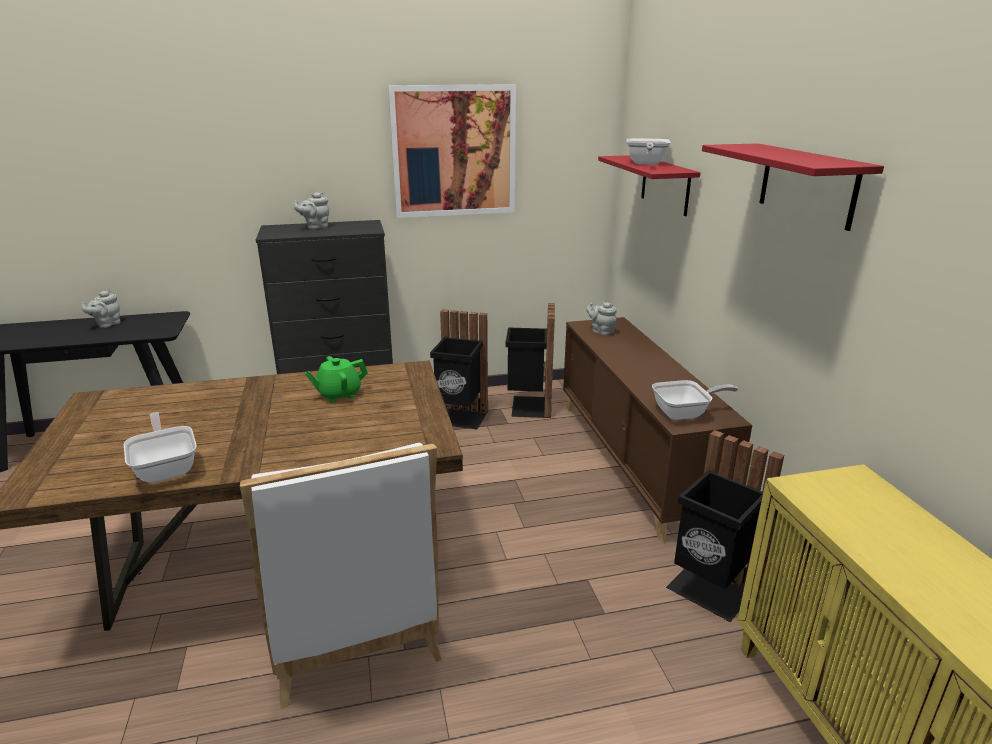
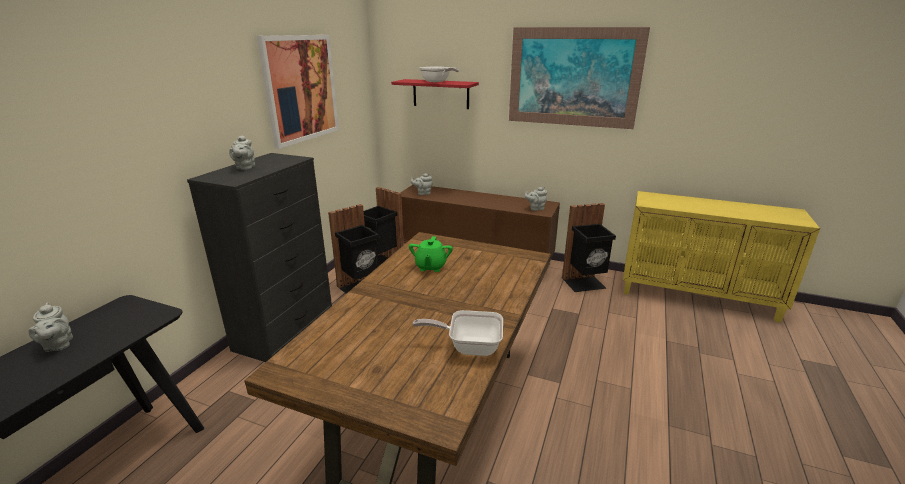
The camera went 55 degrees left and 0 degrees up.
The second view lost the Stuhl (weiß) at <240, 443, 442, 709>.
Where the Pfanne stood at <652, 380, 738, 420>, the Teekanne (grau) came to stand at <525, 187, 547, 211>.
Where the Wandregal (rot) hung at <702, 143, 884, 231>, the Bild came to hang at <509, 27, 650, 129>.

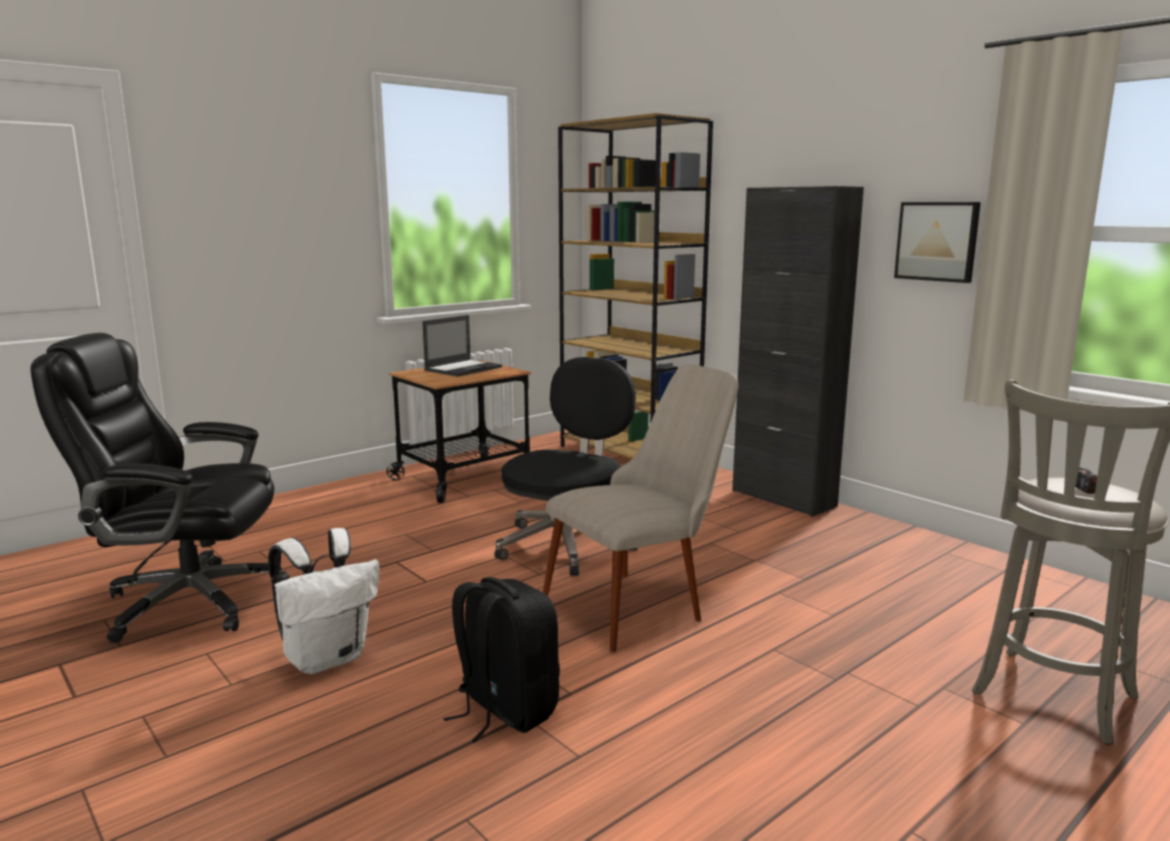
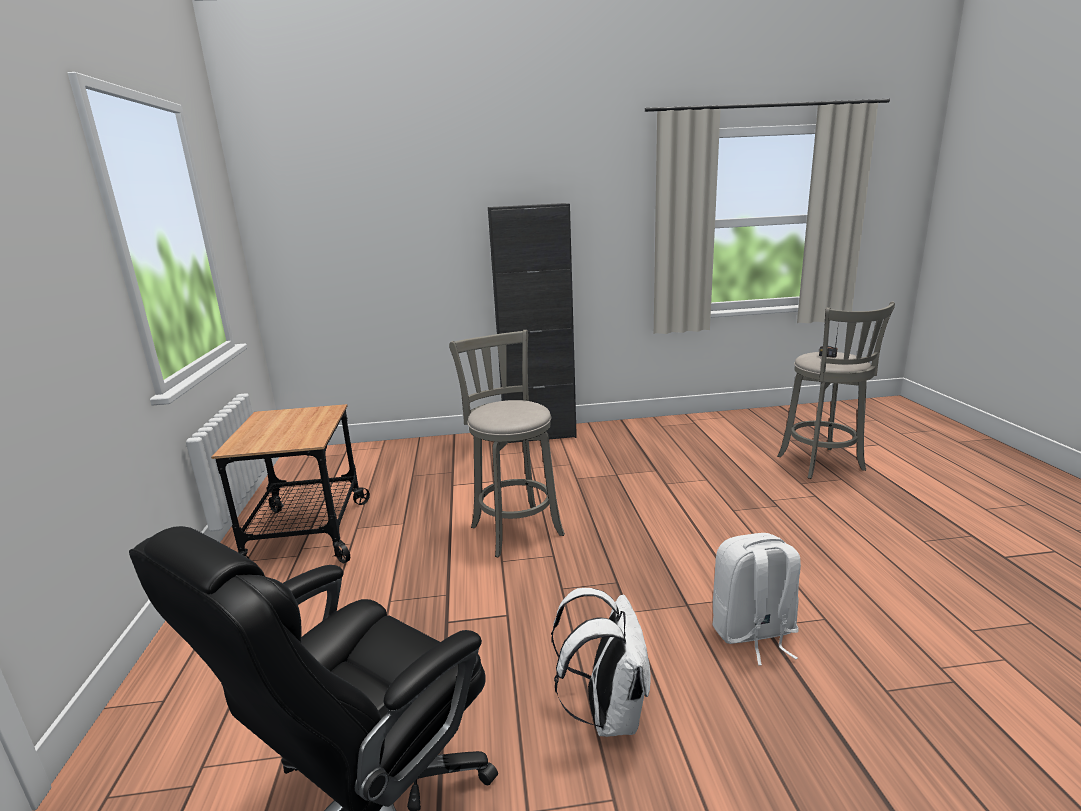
The camera went 55 degrees left and 5 degrees up.
The second view lost the Laptop at <422, 315, 502, 377>.
What was the Rucksack (schwarz) at <444, 577, 560, 743> turned into the Rucksack (weiß) at <713, 533, 801, 666>.
Where the Bürostuhl (schwarz) stood at <494, 357, 637, 576>, the Hocker (grau) came to stand at <449, 330, 565, 558>.
The second view lost the Stuhl (beige) at <543, 364, 738, 652>.
The second view lost the Bücherregal (braun) at <558, 113, 713, 459>.
The second view lost the Bild at <894, 202, 981, 283>.

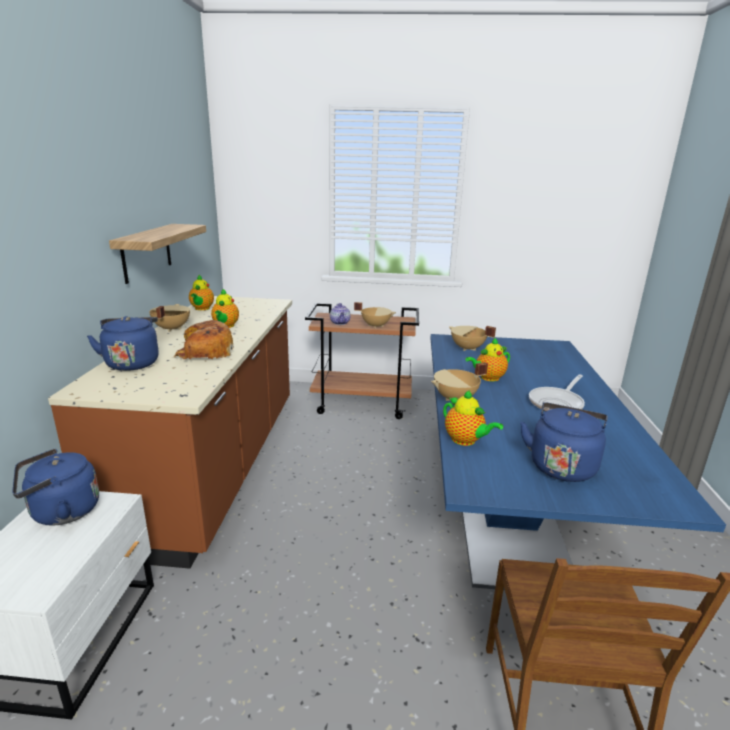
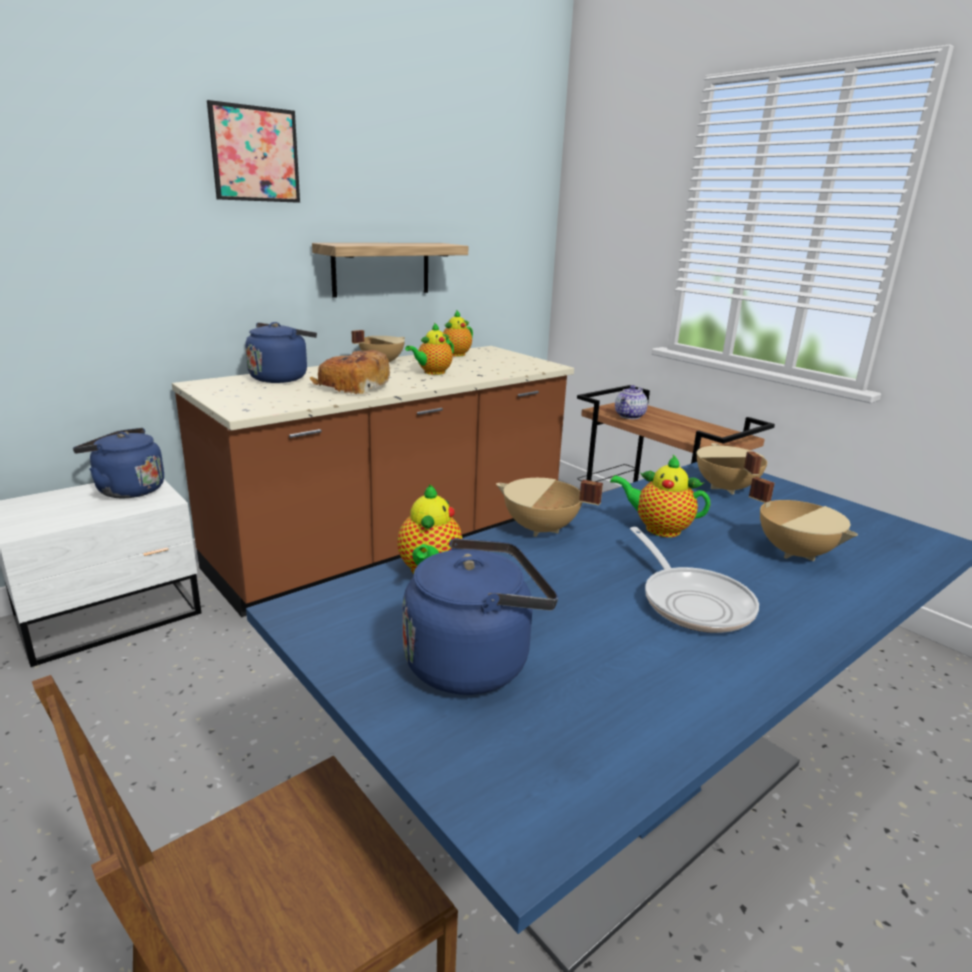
The camera went 45 degrees right and 0 degrees up.
The Kochtopf (beige) ended up elsewhere, having gone from <354, 302, 396, 328> to <749, 477, 858, 561>.
The Pfanne at <529, 374, 585, 411> ended up facing another way, 105 degrees counterclockwise from before.
The second view gained the Bild at <207, 100, 300, 203>.

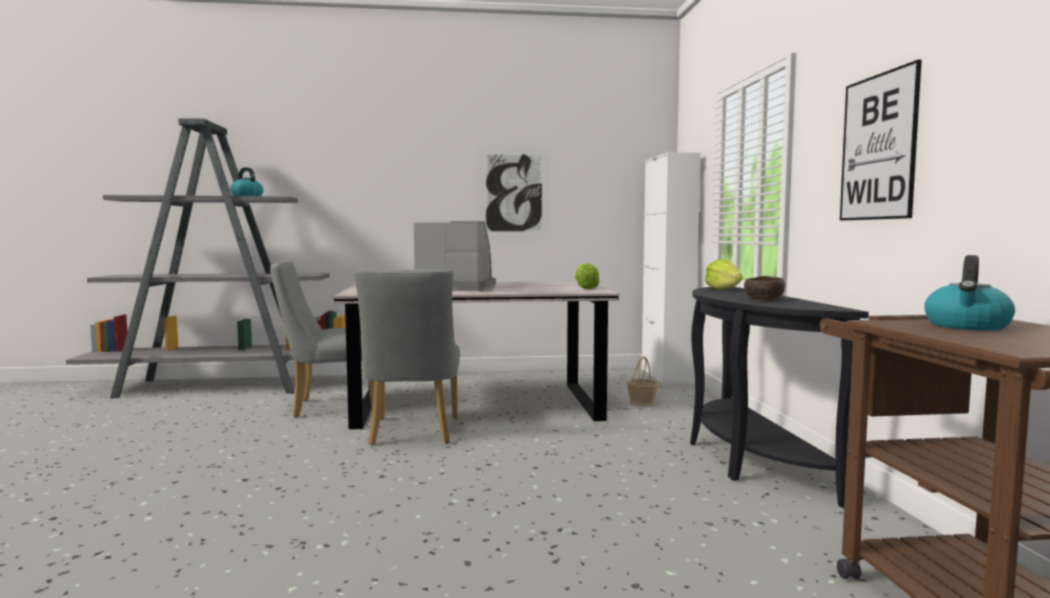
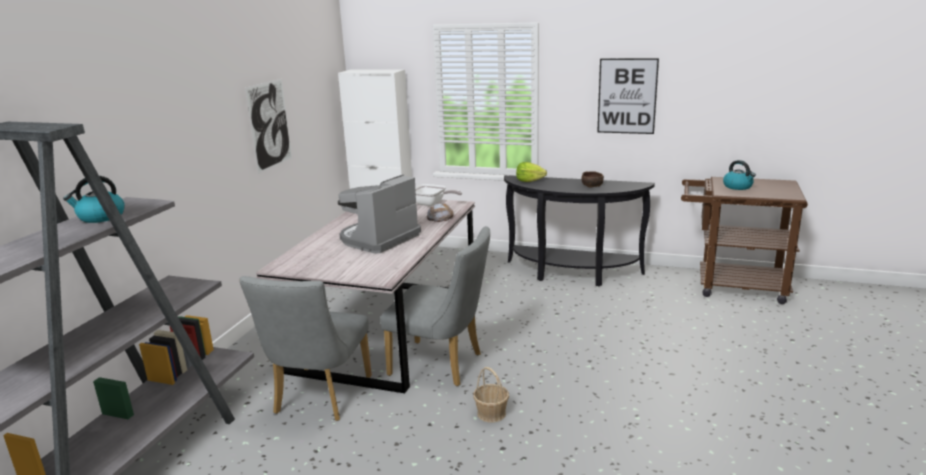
The camera went 65 degrees left and 15 degrees up.
Where the Salatkopf stood at <575, 263, 600, 290>, the Pfanne came to stand at <415, 184, 462, 206>.
The Korb ended up elsewhere, having gone from <626, 356, 659, 406> to <473, 367, 509, 423>.
The second view gained the Brot at <427, 203, 455, 222>.

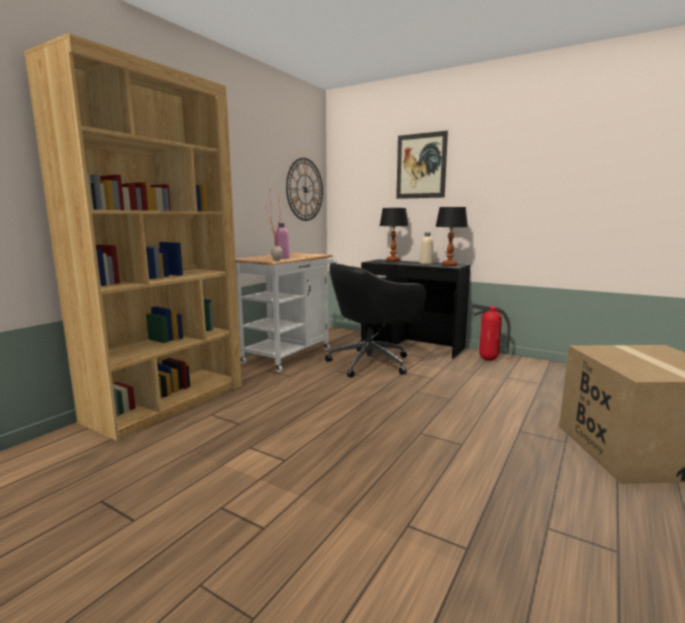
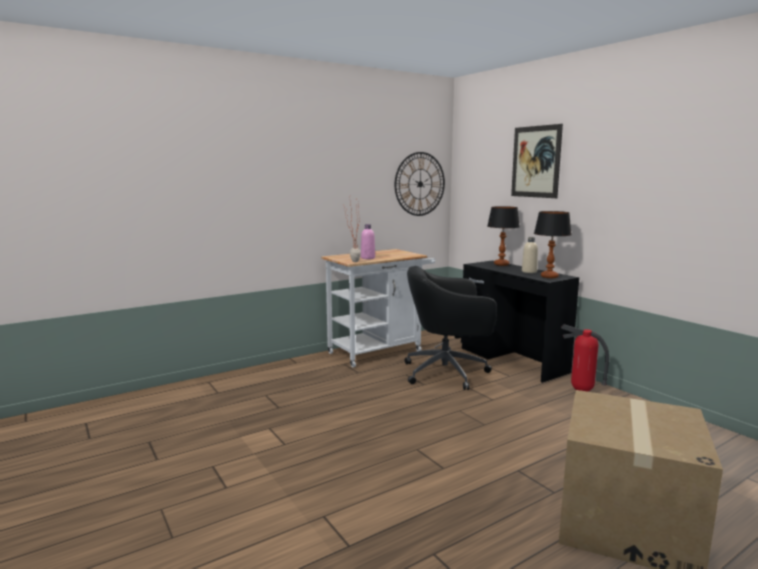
The camera went 25 degrees right and 0 degrees up.
The second view lost the Bücherregal (braun) at <24, 33, 242, 441>.

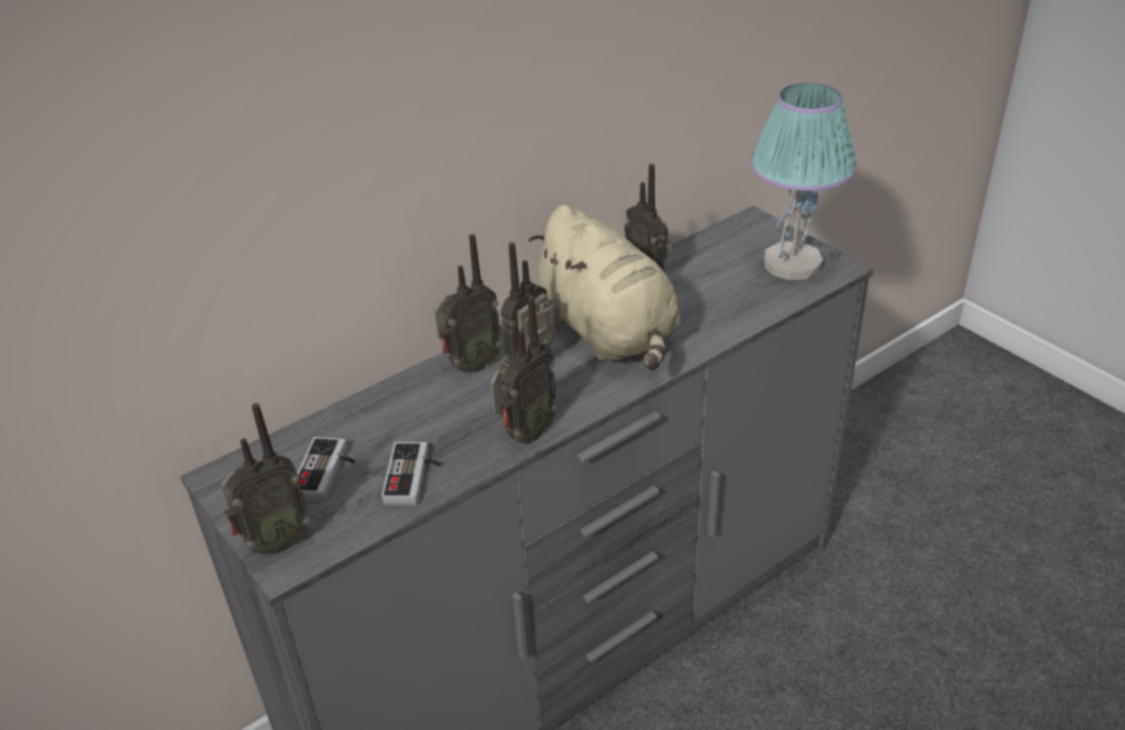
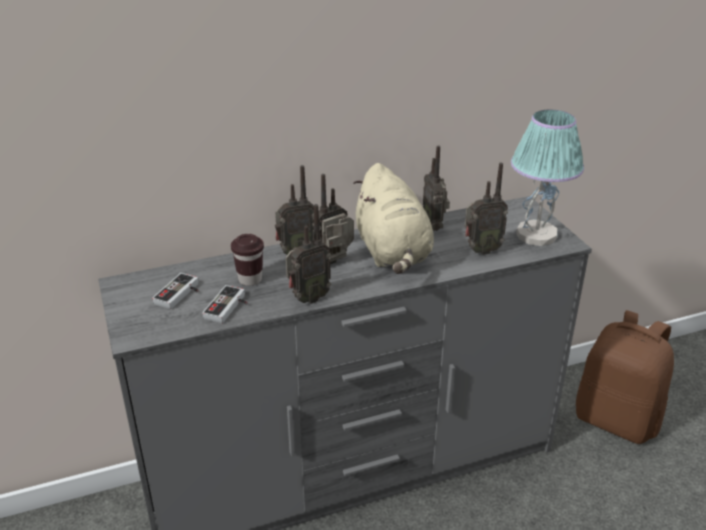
The camera went 15 degrees right and 5 degrees down.
The Radio ended up elsewhere, having gone from <221, 403, 311, 555> to <465, 163, 508, 255>.
The second view gained the Tasse (braun) at <231, 234, 264, 286>.
The second view gained the Rucksack (braun) at <576, 310, 674, 444>.

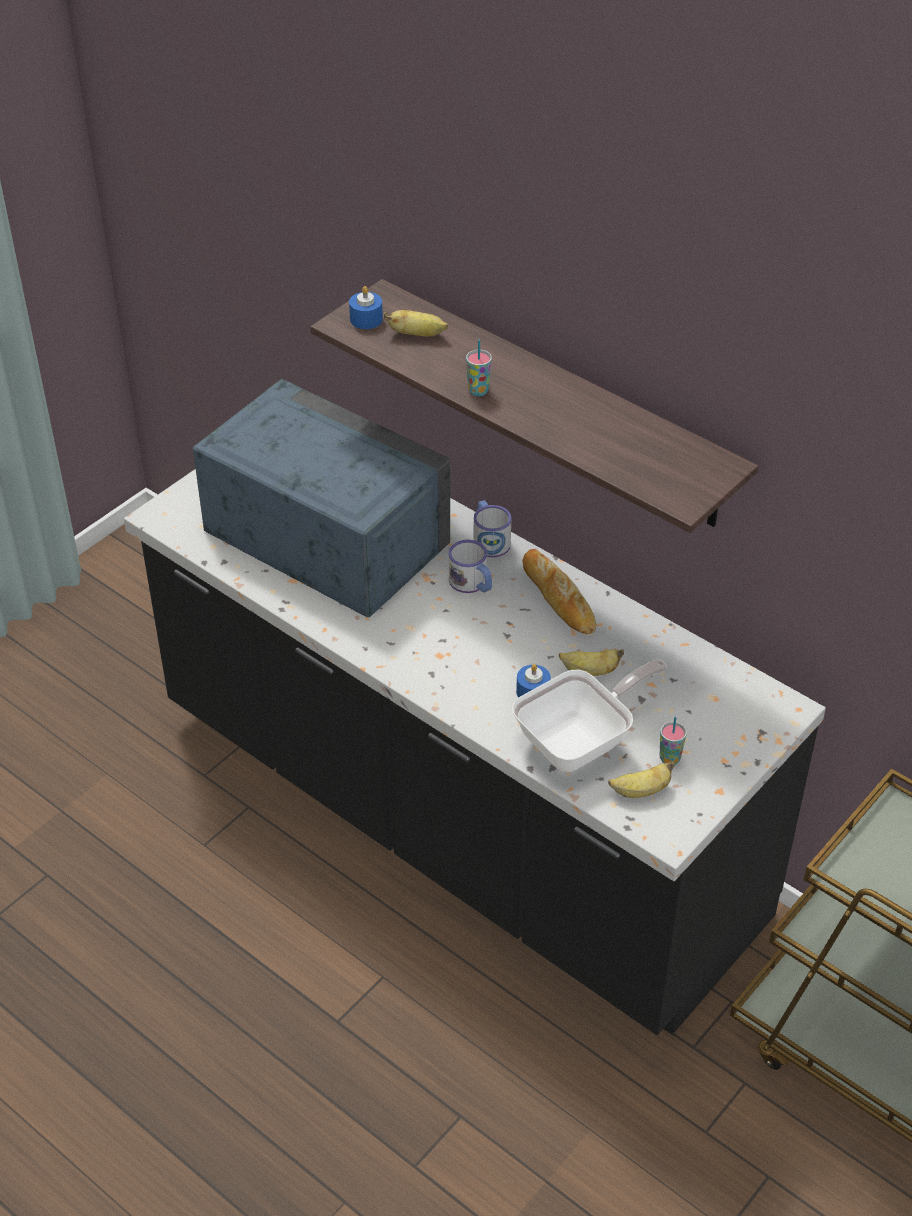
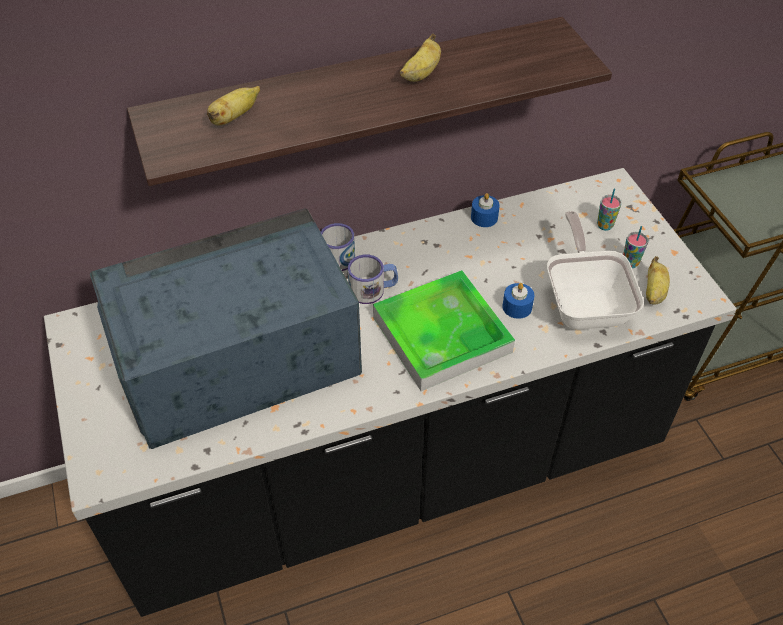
The camera went 60 degrees left and 5 degrees up.
The Kerze (blau) ended up elsewhere, having gone from <349, 286, 383, 329> to <471, 193, 500, 227>.
The Tasse ended up elsewhere, having gone from <466, 340, 492, 396> to <597, 188, 622, 231>.
The second view lost the Brot at <523, 549, 596, 634>.
The Banane ended up elsewhere, having gone from <559, 649, 624, 676> to <400, 34, 441, 82>.
The second view gained the Tablett at <373, 270, 515, 391>.

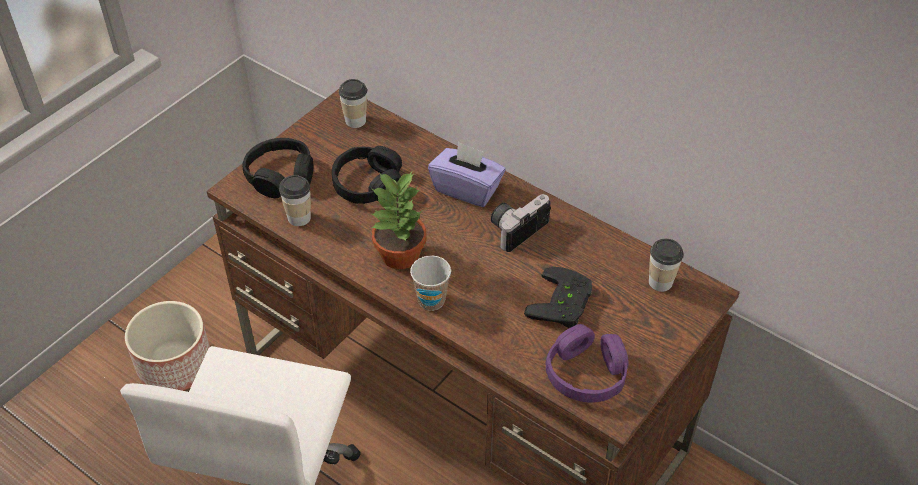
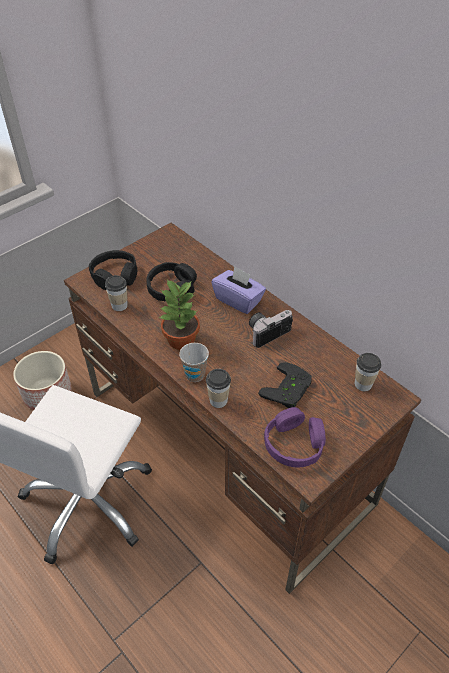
The camera went 10 degrees right and 0 degrees up.
The Tasse ended up elsewhere, having gone from <339, 79, 367, 128> to <206, 369, 231, 408>.

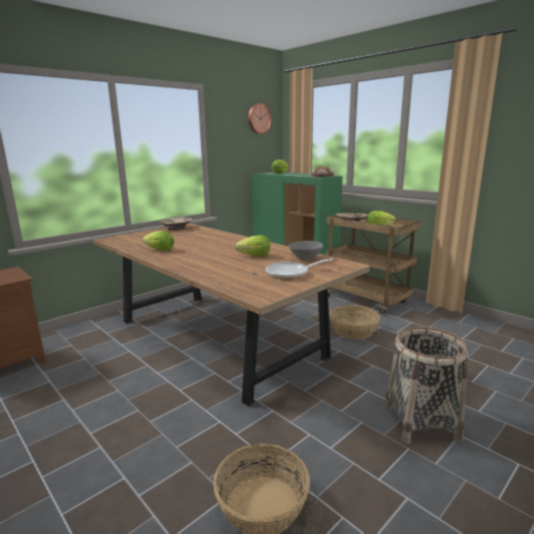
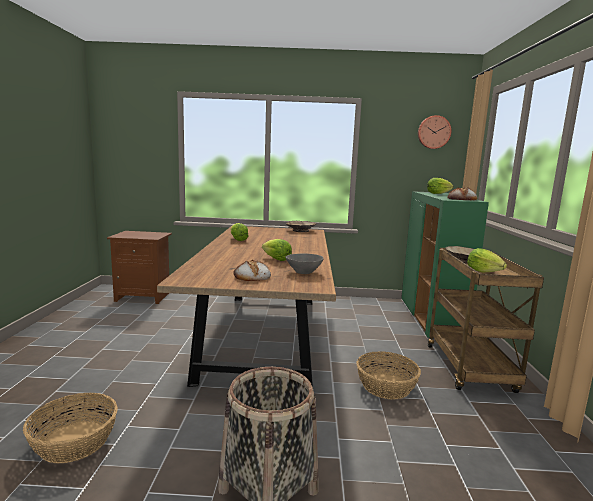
The camera went 45 degrees right and 5 degrees down.
Where the Pfanne stood at <266, 258, 333, 279>, the Brot came to stand at <233, 260, 271, 281>.

